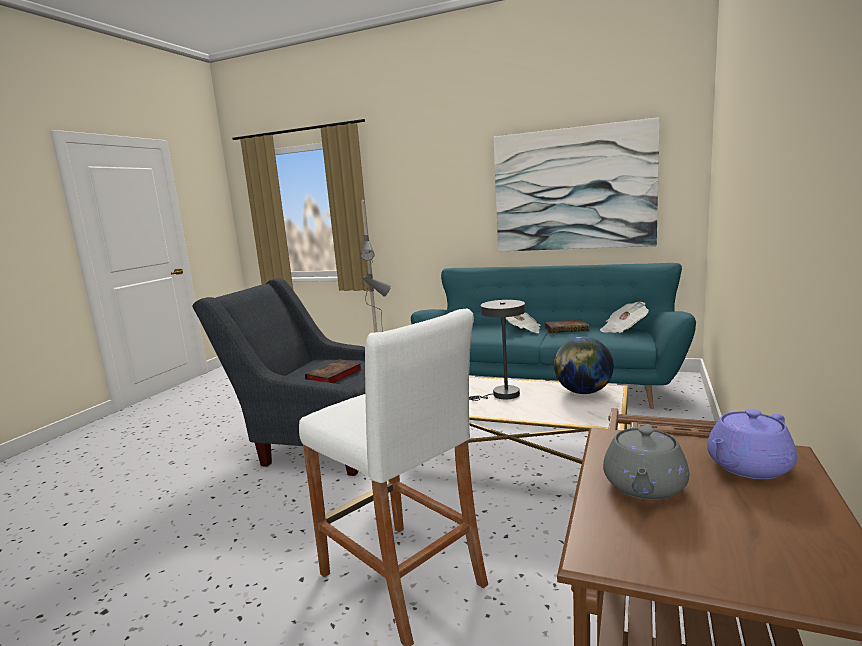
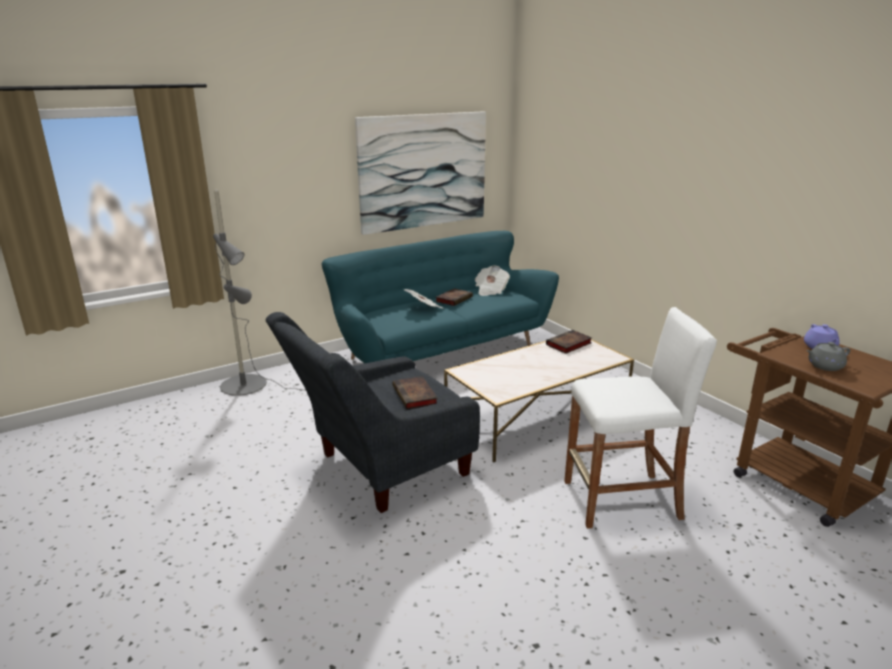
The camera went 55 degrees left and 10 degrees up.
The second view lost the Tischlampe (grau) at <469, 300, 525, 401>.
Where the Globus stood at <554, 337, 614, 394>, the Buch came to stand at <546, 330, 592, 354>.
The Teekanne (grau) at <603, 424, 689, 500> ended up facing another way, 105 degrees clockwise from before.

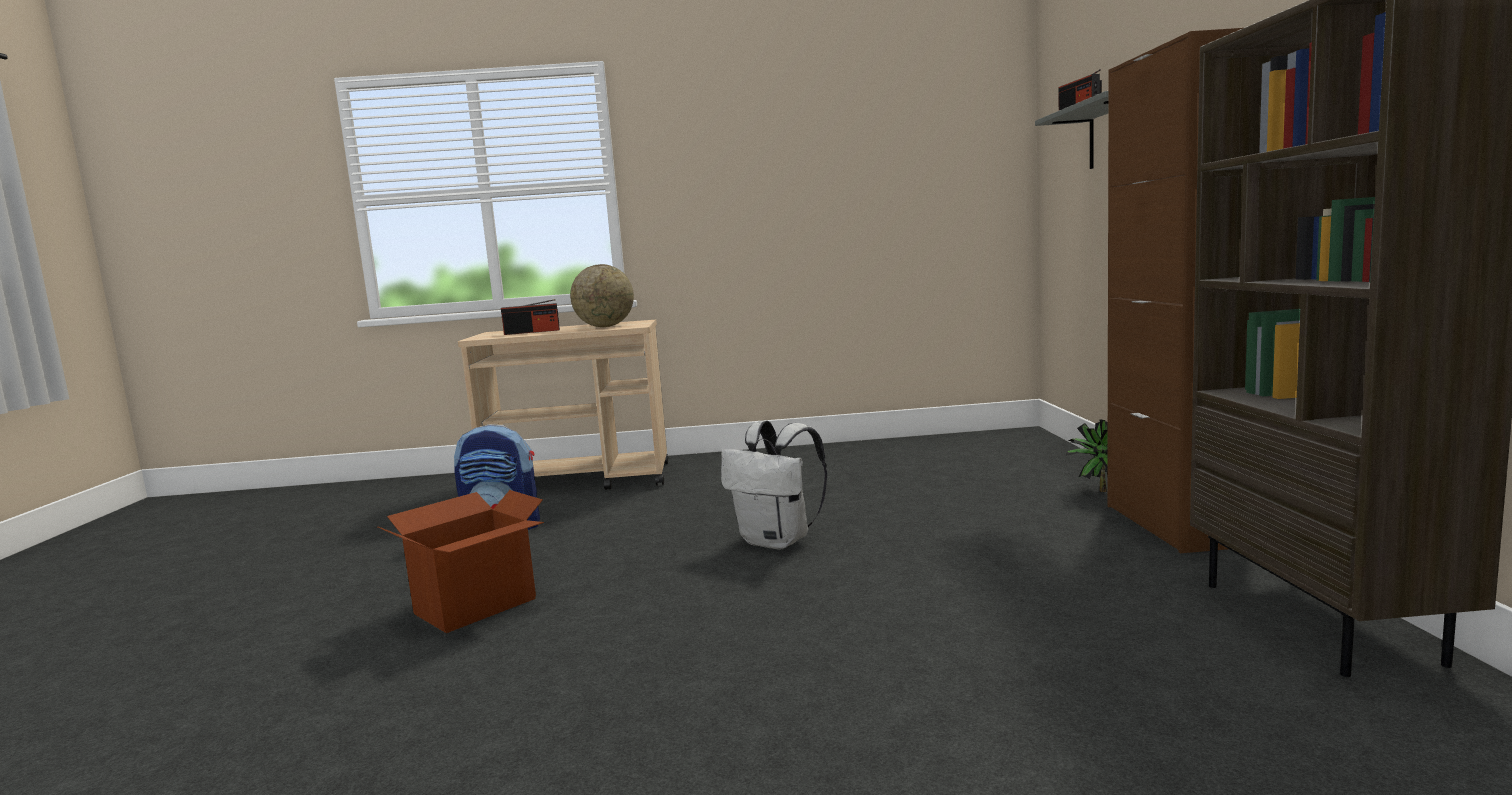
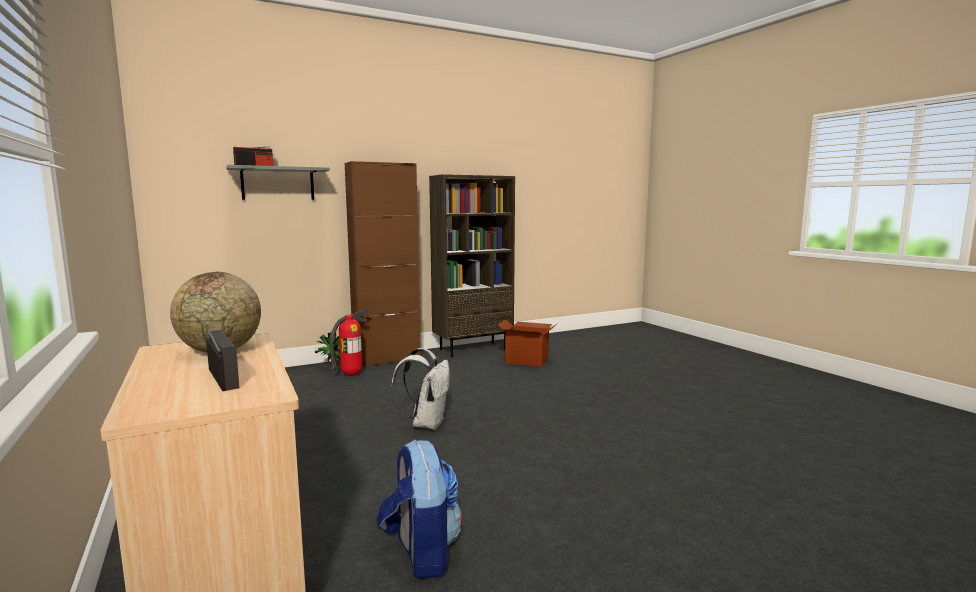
The camera went 115 degrees left and 0 degrees up.
The Karton ended up elsewhere, having gone from <378, 490, 544, 633> to <498, 320, 557, 367>.
The second view gained the Feuerlöscher at <330, 309, 370, 376>.

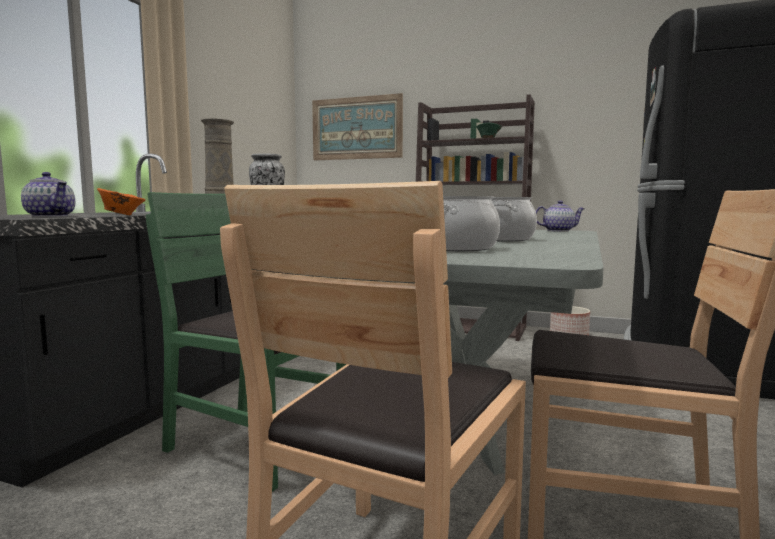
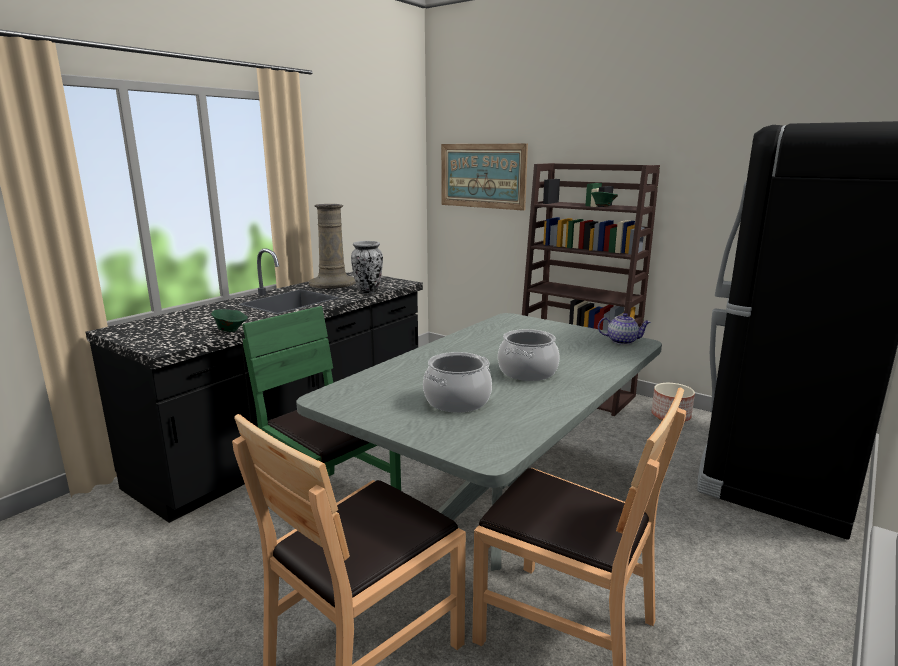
The camera went 15 degrees right and 10 degrees up.
The second view lost the Teekanne at <21, 172, 75, 217>.
What was the Schüssel (orange) at <97, 188, 146, 215> turned into the Schüssel (grün) at <211, 309, 248, 332>.

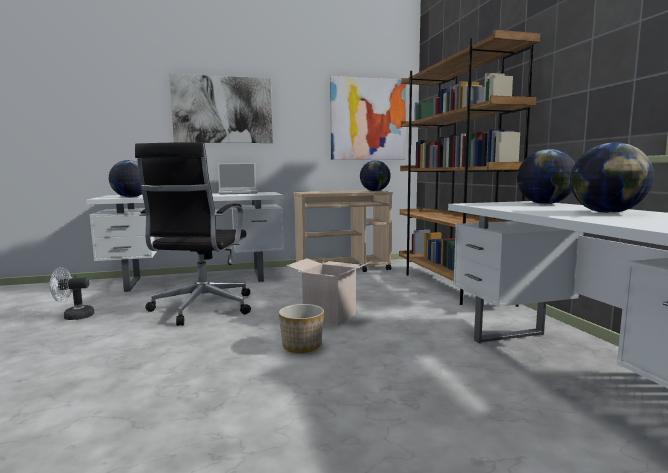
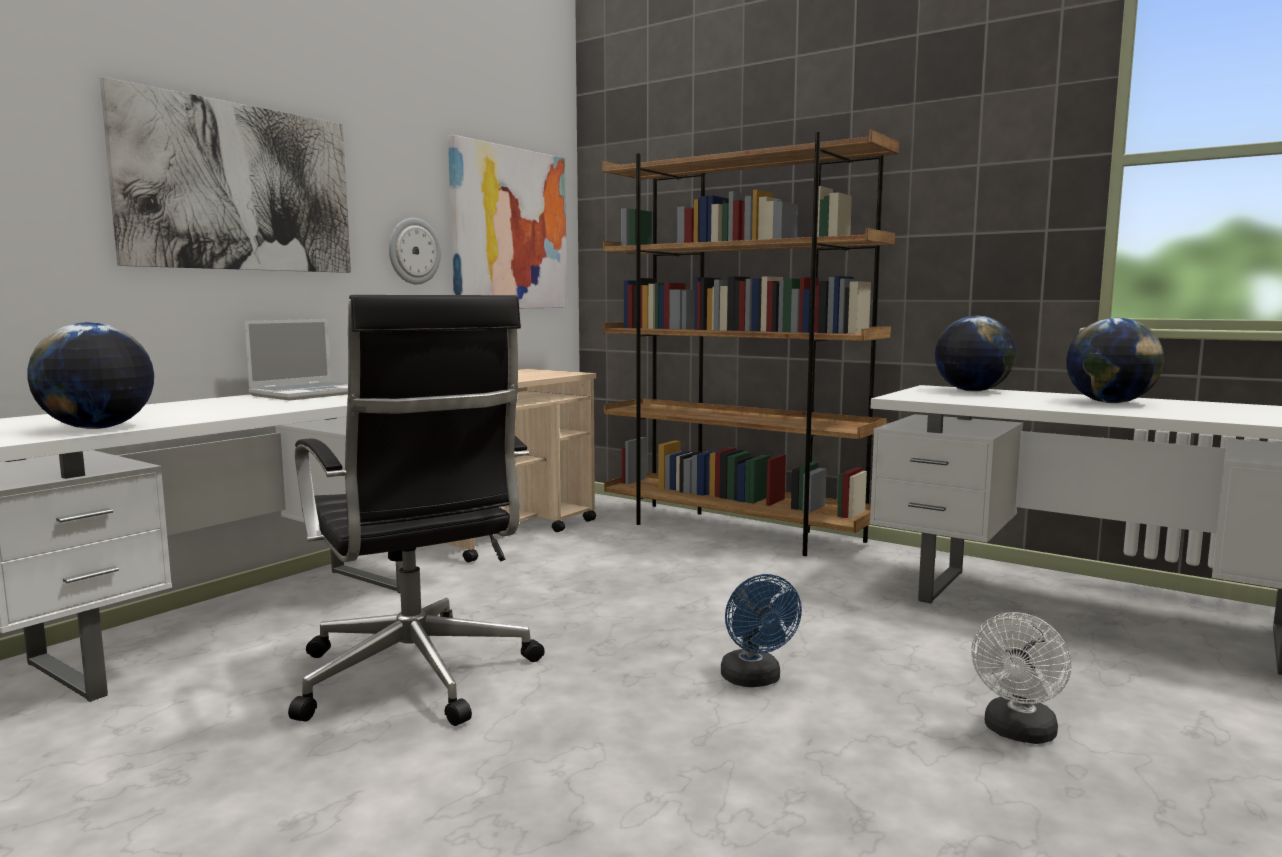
The camera went 40 degrees left and 0 degrees up.
The Ventilator (weiß) ended up elsewhere, having gone from <50, 267, 94, 320> to <971, 612, 1071, 744>.
Where the Pflanzkübel stood at <279, 304, 324, 353>, the Ventilator (blau) came to stand at <721, 574, 802, 687>.
The second view lost the Karton at <286, 258, 372, 325>.
The second view lost the Globus at <360, 160, 391, 191>.
The second view gained the Wanduhr at <389, 218, 441, 284>.

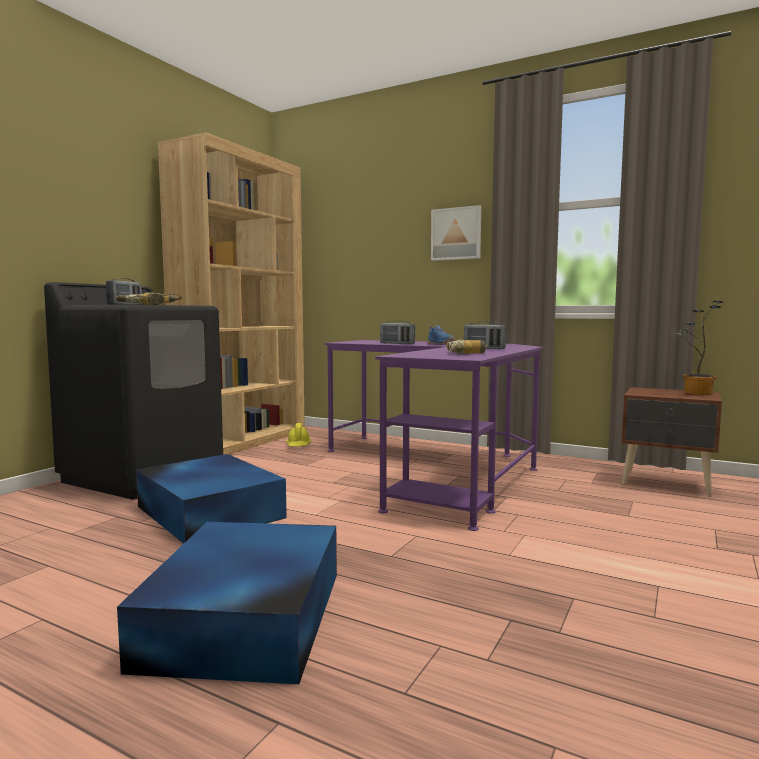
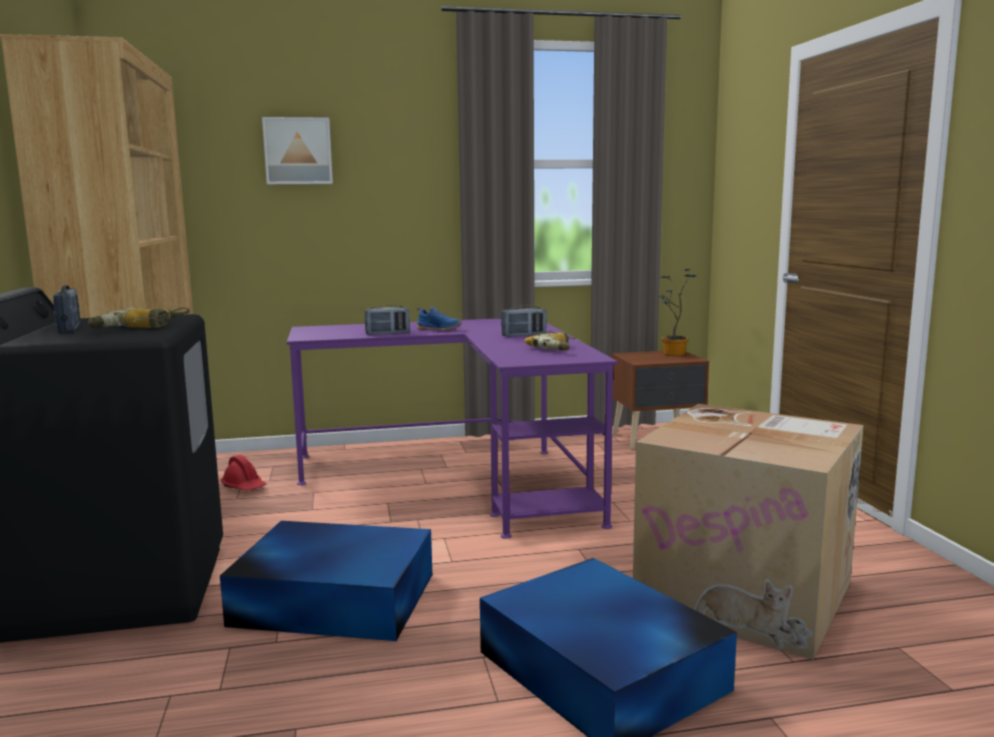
The camera went 40 degrees left and 5 degrees up.
What was the Schutzhelm (gelb) at <286, 423, 311, 447> turned into the Schutzhelm (rot) at <221, 455, 266, 490>.
The Bild ended up elsewhere, having gone from <431, 205, 481, 261> to <262, 117, 333, 184>.
The second view gained the Karton at <633, 404, 864, 660>.

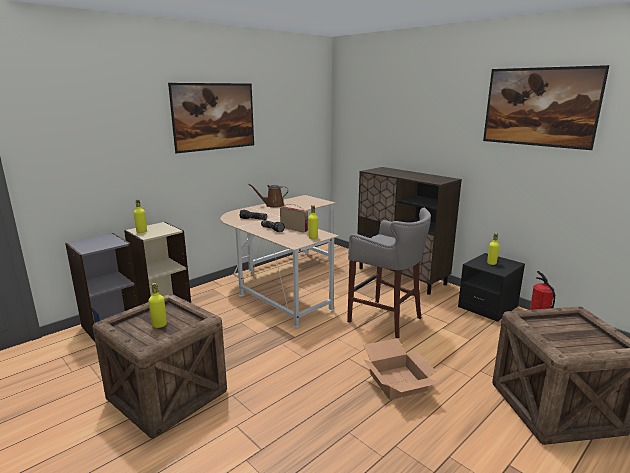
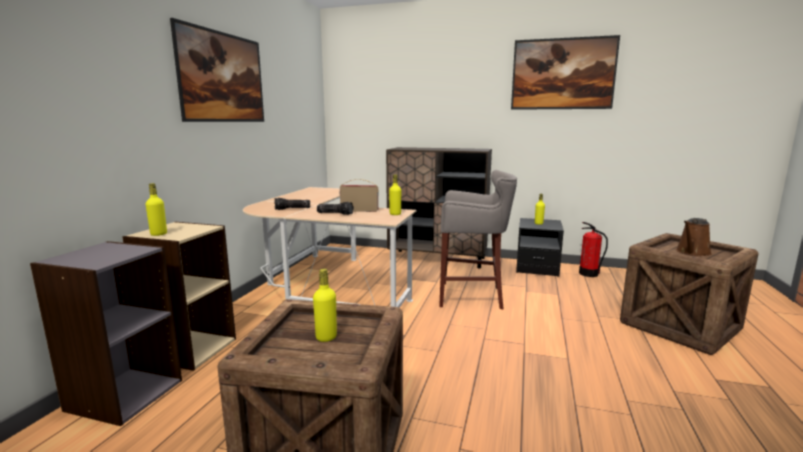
The camera went 30 degrees left and 5 degrees down.
The Gießkanne (braun) ended up elsewhere, having gone from <248, 184, 288, 208> to <676, 218, 712, 256>.
The second view lost the Karton at <363, 338, 440, 400>.

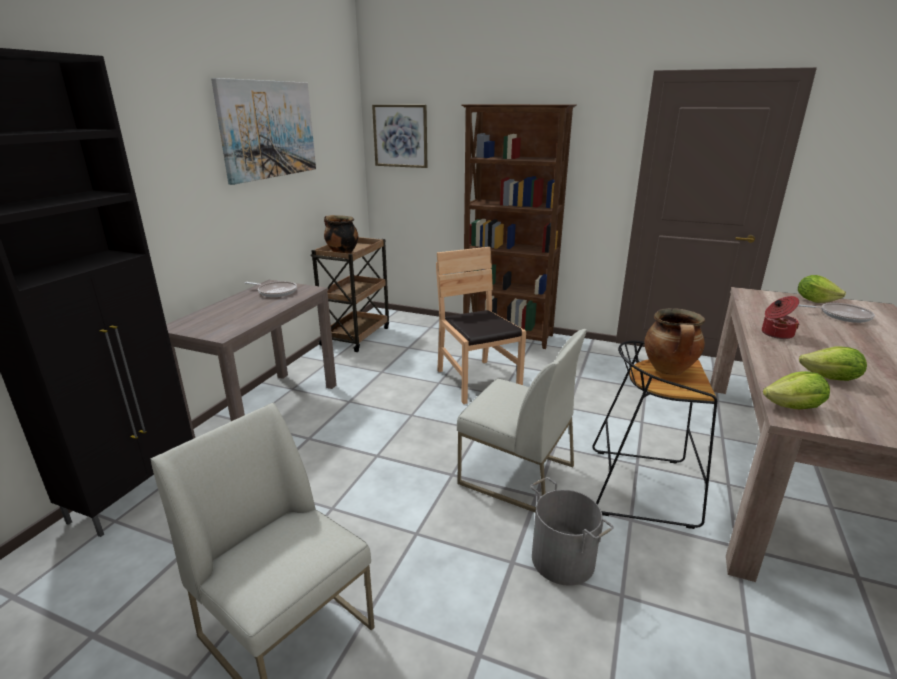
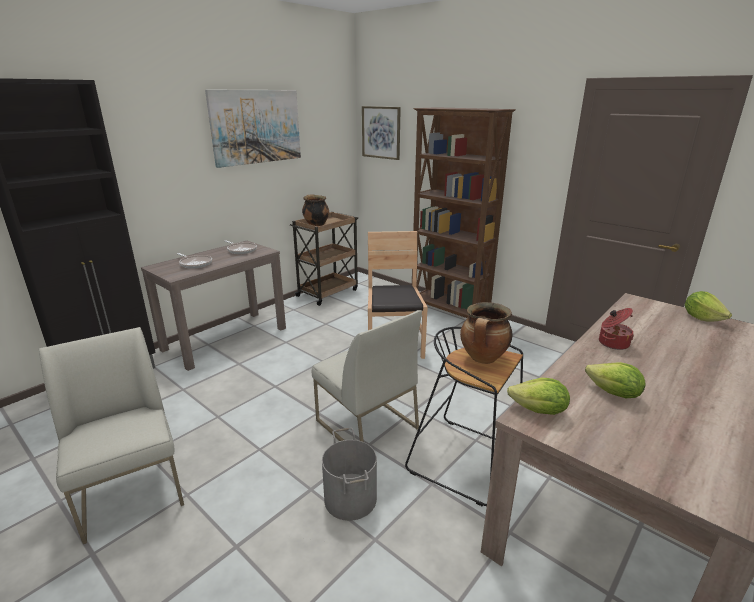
The camera went 20 degrees right and 0 degrees up.
The Pfanne ended up elsewhere, having gone from <798, 303, 875, 323> to <177, 253, 212, 269>.

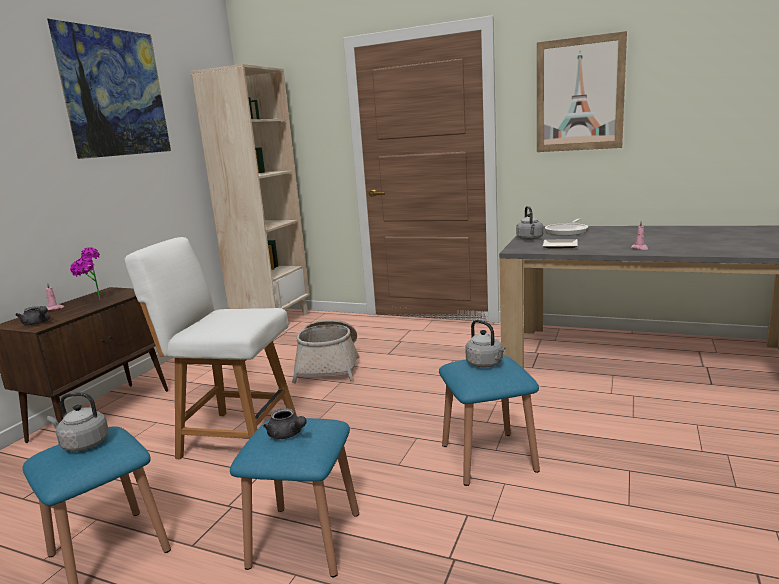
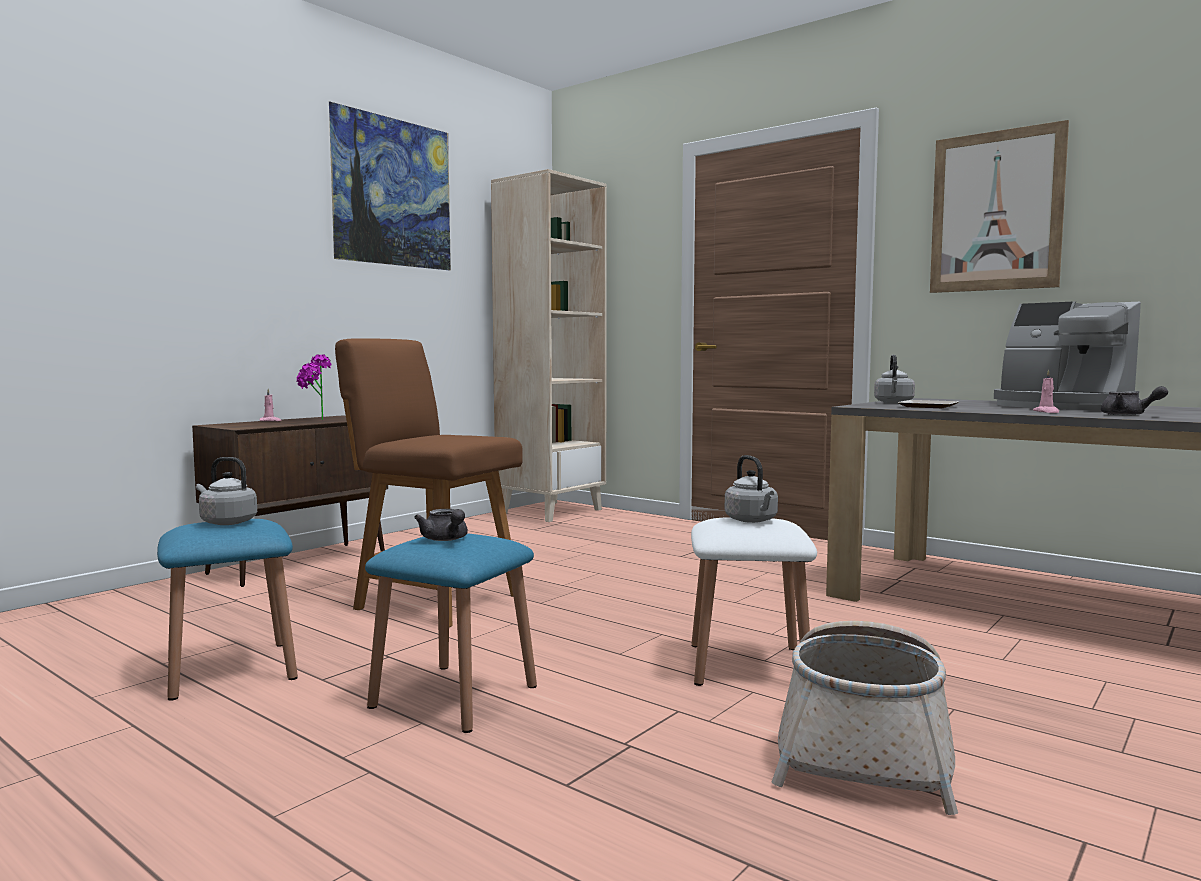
The camera went 15 degrees right and 10 degrees down.
The Teekanne (grau) ended up elsewhere, having gone from <16, 306, 50, 325> to <1101, 386, 1168, 416>.
What was the Stuhl (weiß) at <125, 237, 296, 459> turned into the Stuhl (braun) at <335, 338, 523, 627>.
The Korb ended up elsewhere, having gone from <292, 319, 360, 383> to <771, 621, 958, 815>.
What was the Hocker (blau) at <439, 356, 540, 486> turned into the Hocker (weiß) at <691, 517, 817, 686>.
The second view lost the Pfanne at <545, 219, 588, 236>.
The second view gained the Kaffeemaschine at <994, 301, 1141, 410>.

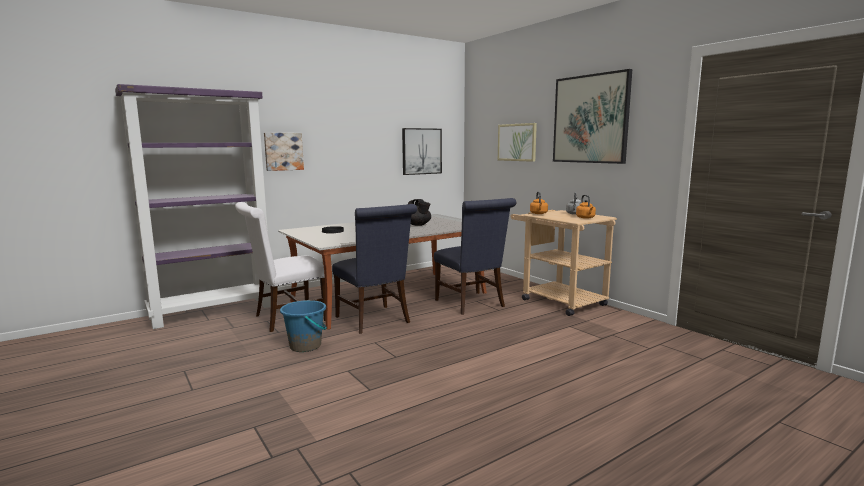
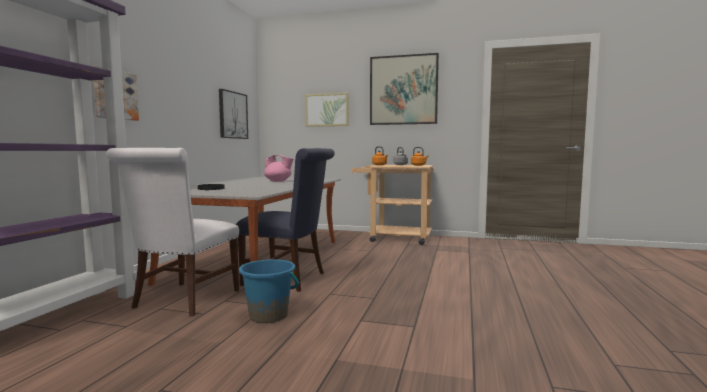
The camera went 40 degrees left and 5 degrees down.
What was the Teekanne (schwarz) at <408, 199, 431, 226> turned into the Teekanne (rosa) at <264, 155, 294, 182>.
The second view lost the Stuhl (blau) at <434, 198, 517, 315>.

